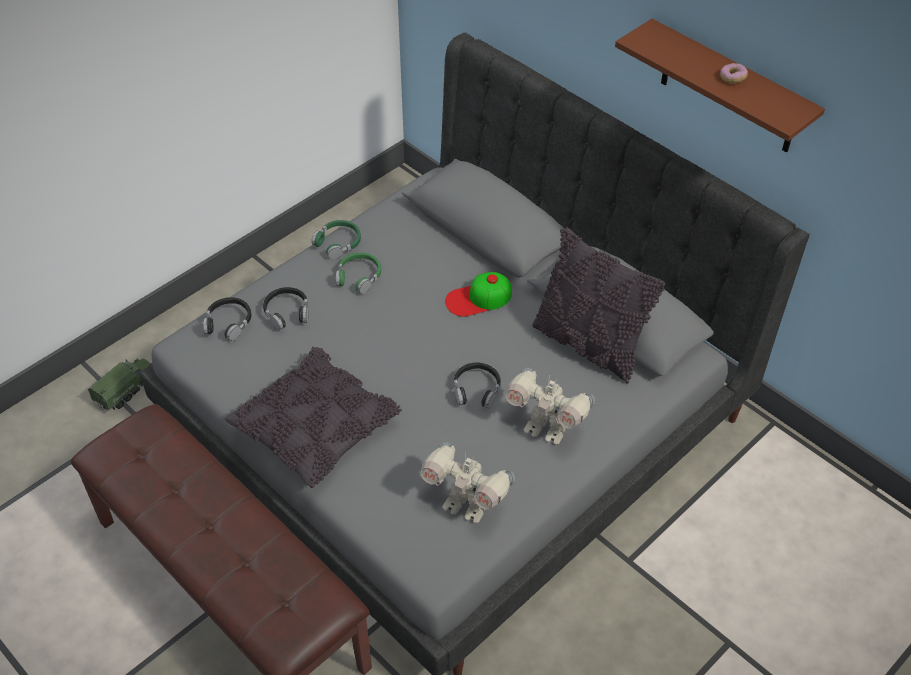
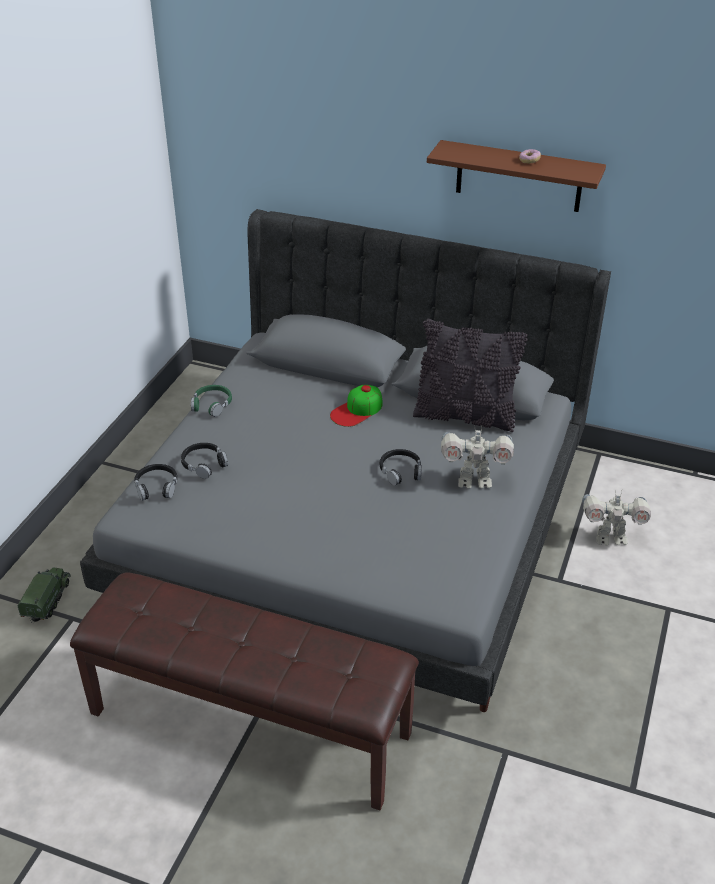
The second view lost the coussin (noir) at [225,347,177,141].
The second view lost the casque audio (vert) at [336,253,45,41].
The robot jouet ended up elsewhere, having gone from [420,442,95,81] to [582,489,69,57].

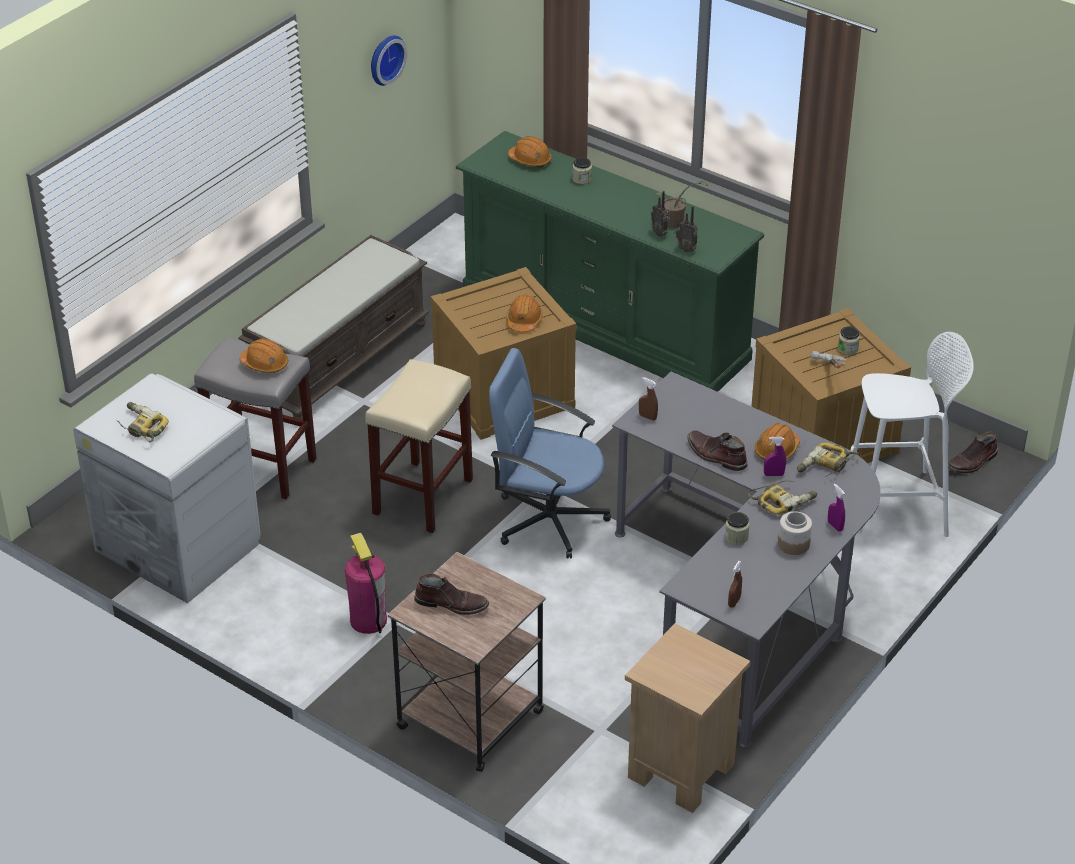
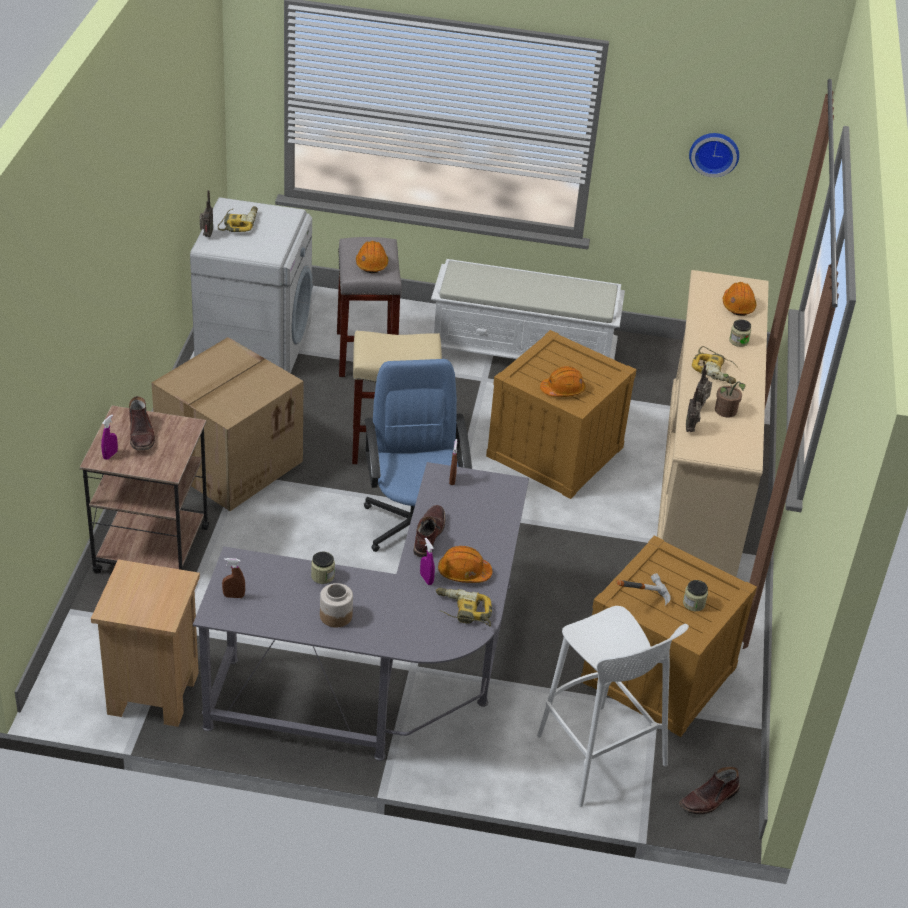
The second view gained the radio at [200,190,13,47].
The perceuse ended up elsewhere, having gone from [747,480,71,34] to [692,346,46,38].
The vaporisateur (violet) ended up elsewhere, having gone from [828,484,17,48] to [101,415,17,45].
Where the extincteur stood at [345,533,42,101], the carton came to stand at [152,337,152,174].
What was the banc (marron) at [239,235,190,185] turned into the banc (blanc) at [431,259,194,101].
What was the meuble de rangement (vert) at [456,131,308,261] turned into the meuble de rangement (beige) at [657,270,112,307].
The botte (marron) at [948,432,50,41] ended up facing another way, 60 degrees counterclockwise from before.

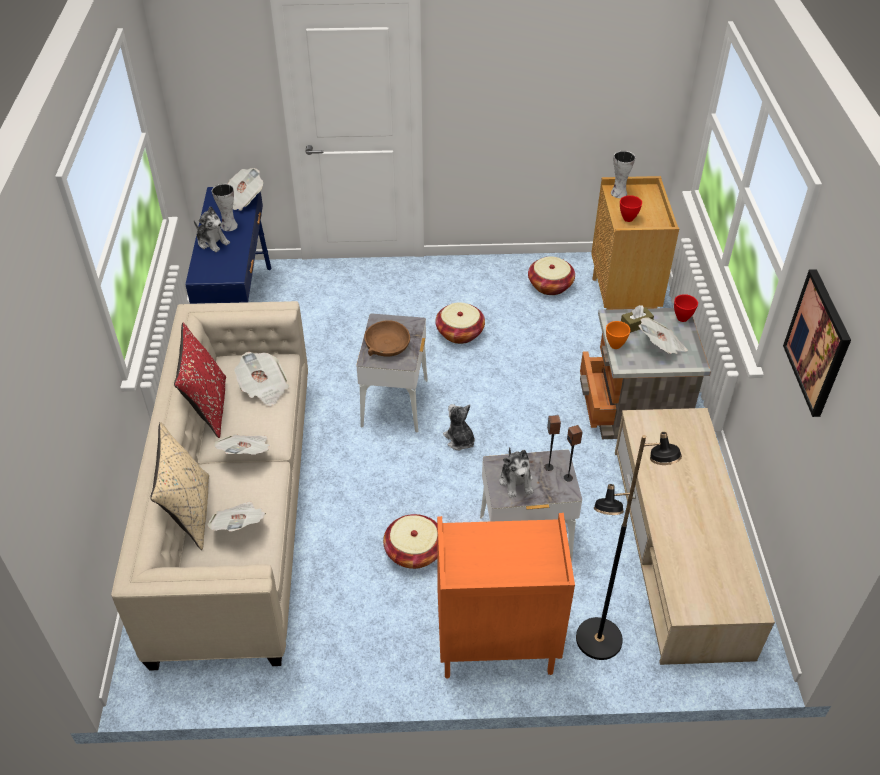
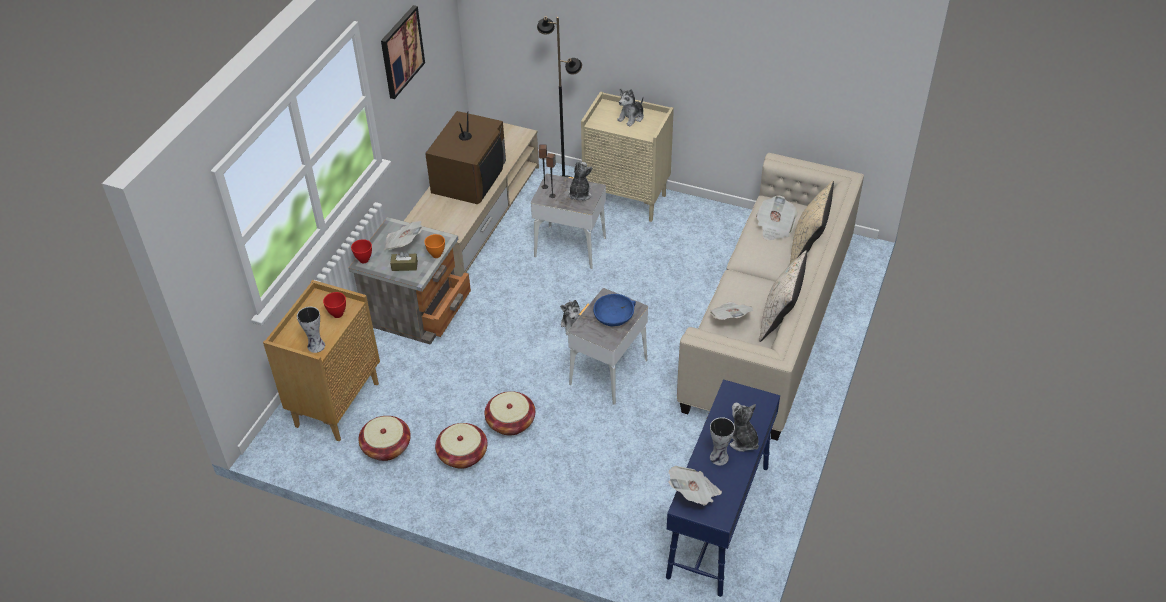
The second view lost the journal at [214,434,56,21].
The second view gained the téléviseur at [425,111,81,93].
The second view gained the peluche at [617,88,27,38].
The panier ended up elsewhere, having gone from [383,514,54,55] to [435,423,52,46].
What was the coussin (rouge) at [174,323,52,115] turned into the coussin (beige) at [759,250,48,92].
What was the bol (marron) at [364,320,46,36] turned into the bol (bleu) at [593,294,43,32].
What was the meuble de rangement (orange) at [437,513,138,166] turned into the meuble de rangement (beige) at [581,92,93,130].

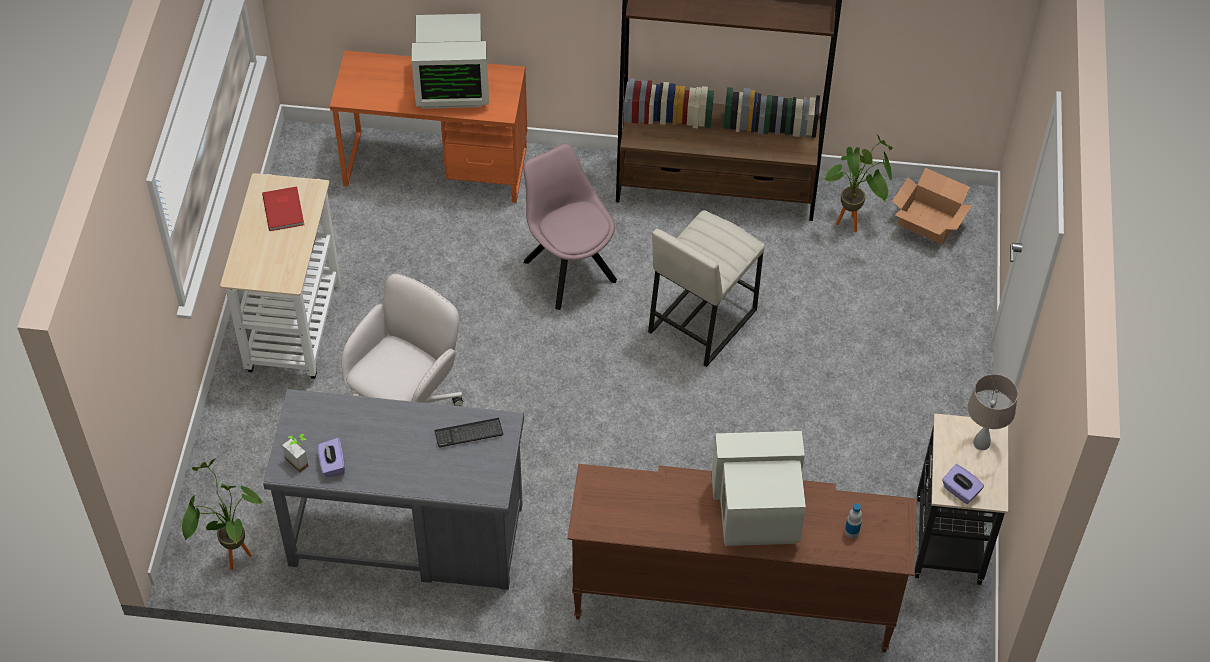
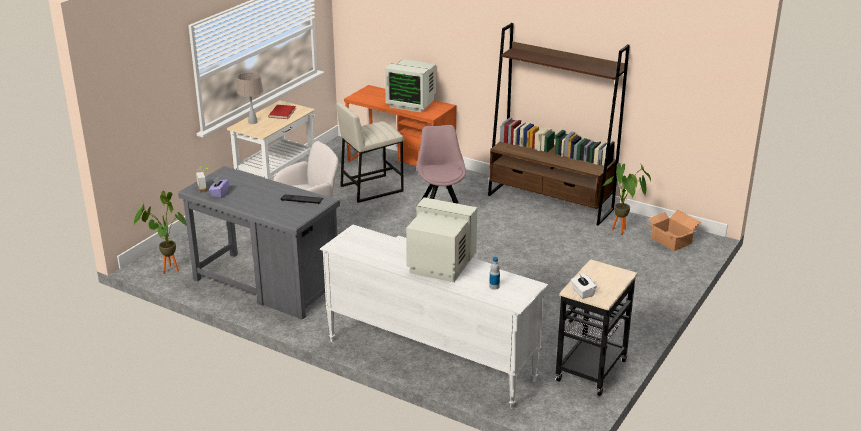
The tabouret (beige) ended up elsewhere, having gone from [648,210,117,157] to [336,102,68,101].
The lampe de table (beige) ended up elsewhere, having gone from [967,374,51,76] to [237,72,26,52].
What was the meuble de rangement (marron) at [567,464,350,189] turned into the meuble de rangement (blanc) at [320,225,228,184].
What was the boîte à mouchoirs (violet) at [942,464,42,40] turned into the boîte à mouchoirs (blanc) at [571,274,25,24].

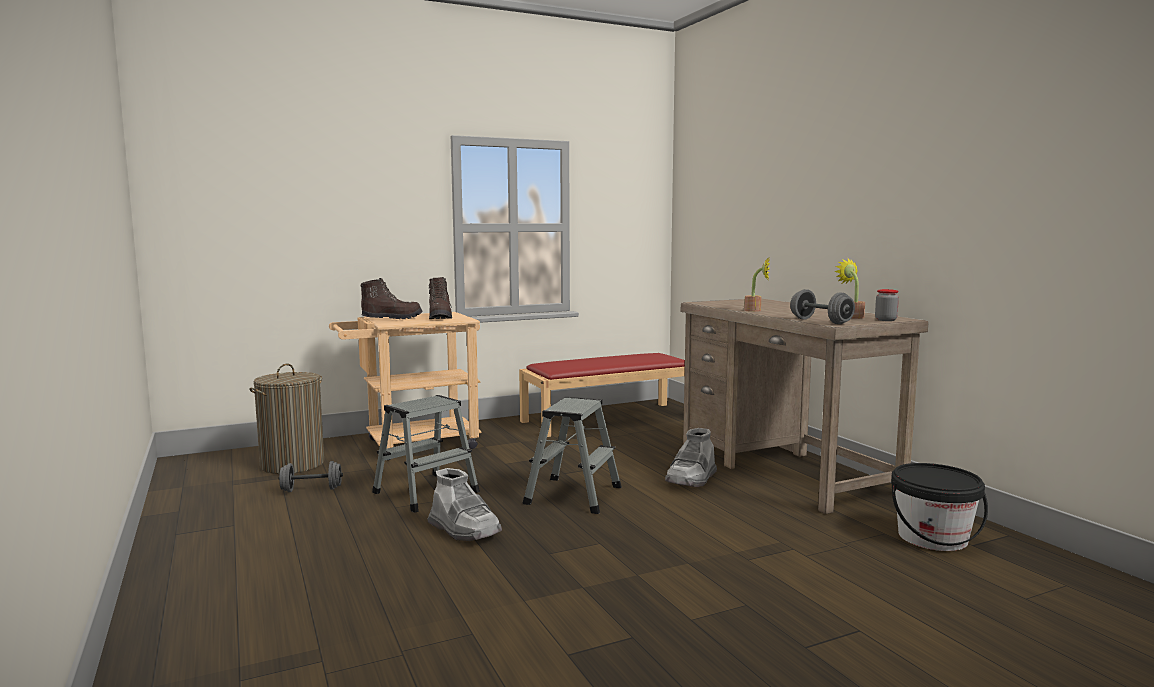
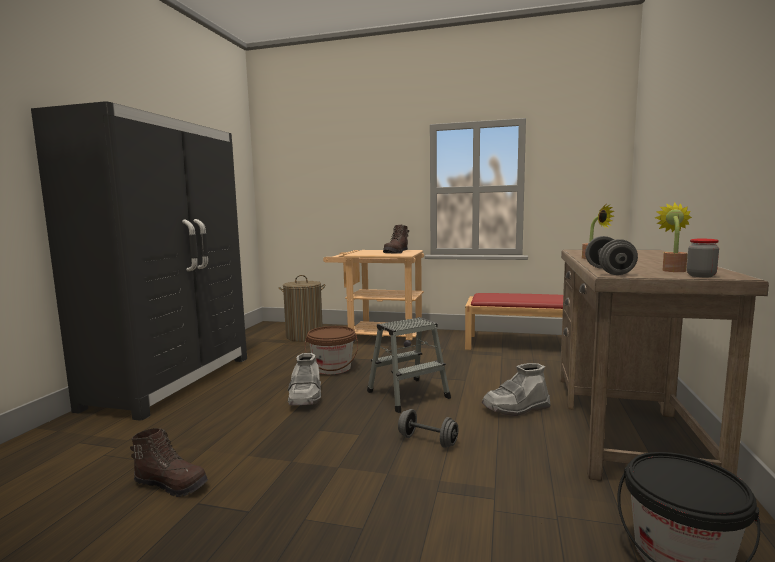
The second view gained the meuble de rangement (noir) at [31,101,216,320].
The haltère (gris) ended up elsewhere, having gone from [279,461,64,31] to [398,409,60,39].
The botte (marron) ended up elsewhere, having gone from [360,278,62,41] to [130,428,78,69].
Where the escabeau (gris) stood at [372,395,108,118], the seau (marron) came to stand at [305,326,53,48].

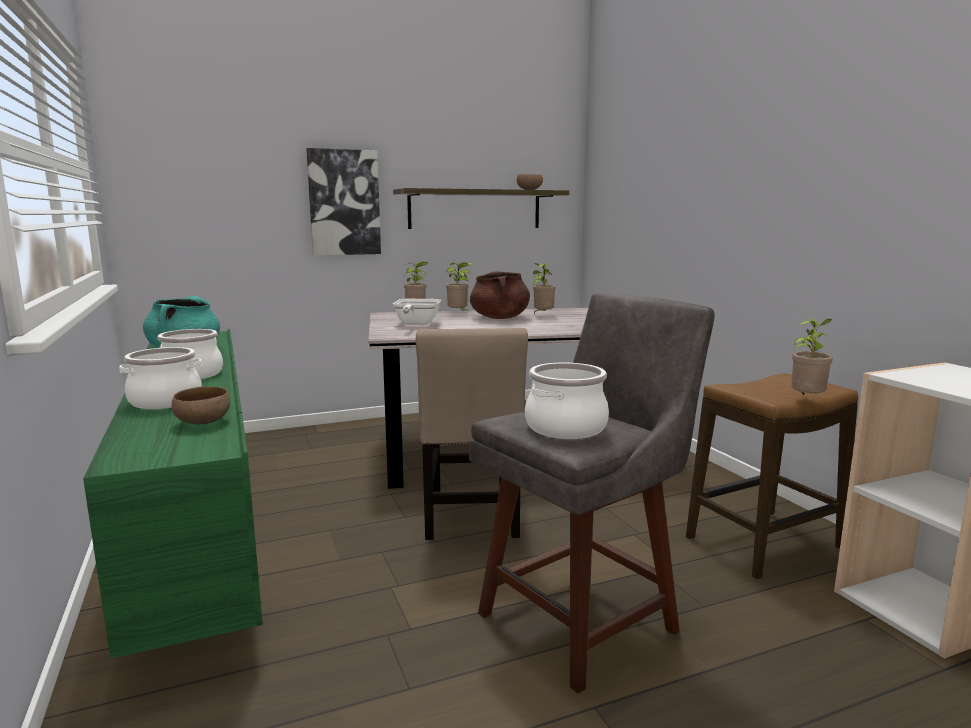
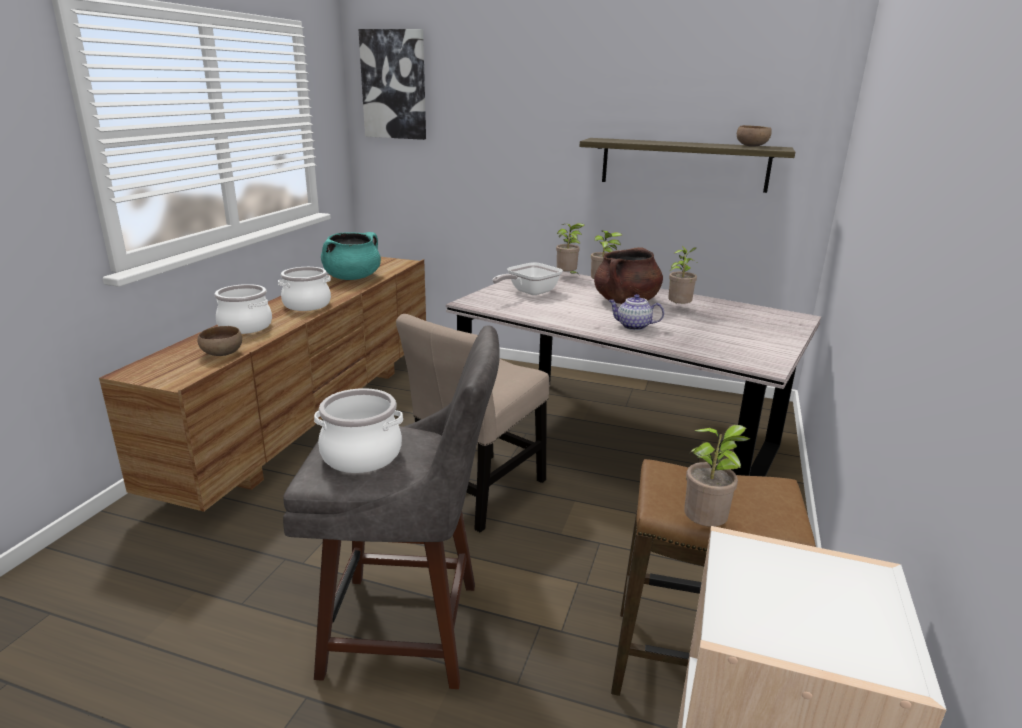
The second view gained the théière at [608,294,56,36].
The tableau ended up elsewhere, having gone from [307,148,74,108] to [358,29,68,111].
What was the meuble de rangement (vert) at [83,329,180,330] turned into the meuble de rangement (marron) at [99,257,327,255].

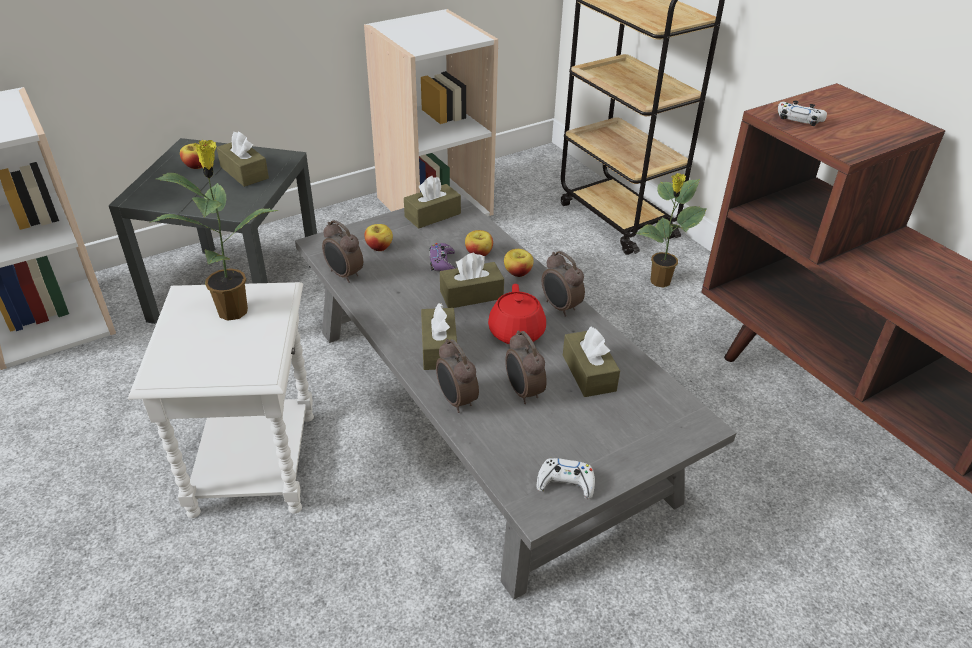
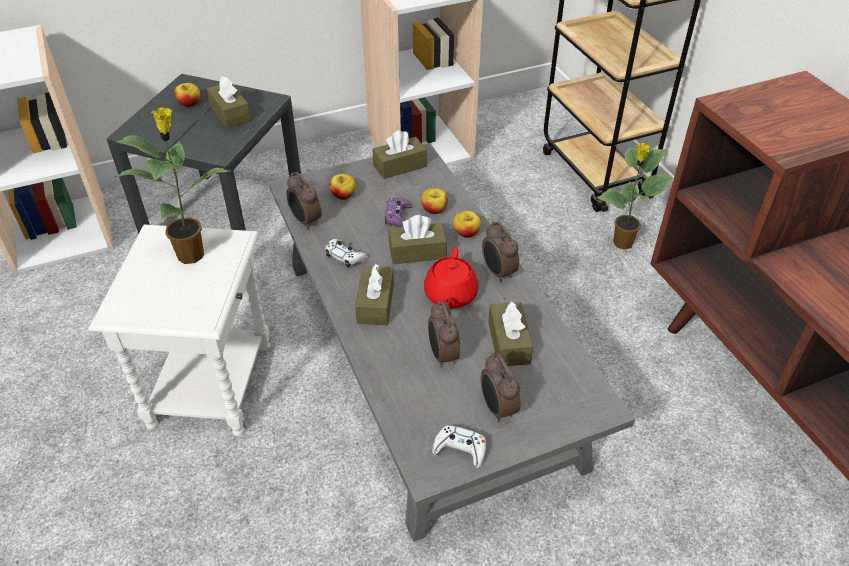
The réveil ended up elsewhere, having gone from [436,339,43,74] to [481,352,40,71].
The manette (blanc) ended up elsewhere, having gone from [778,101,49,25] to [325,239,43,29].

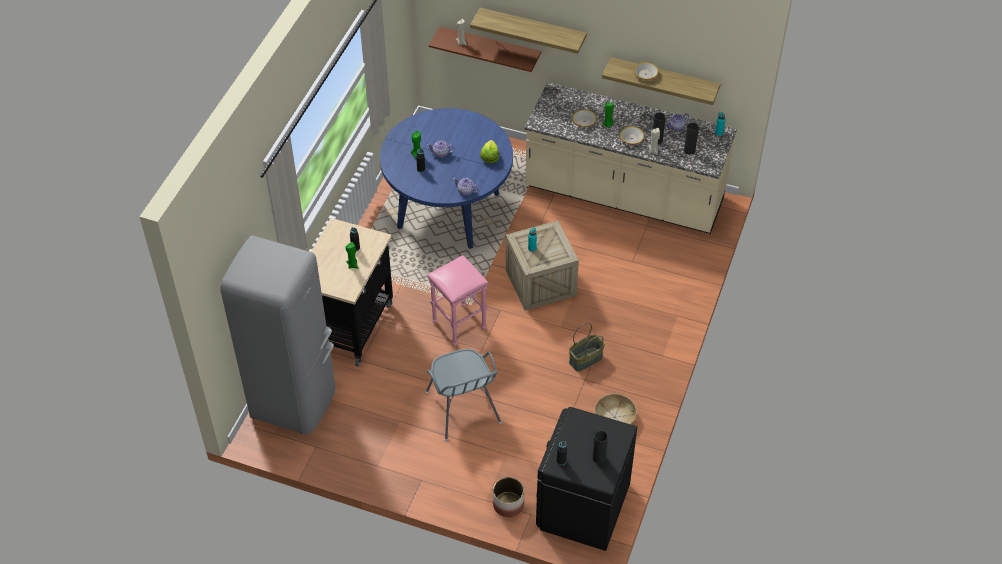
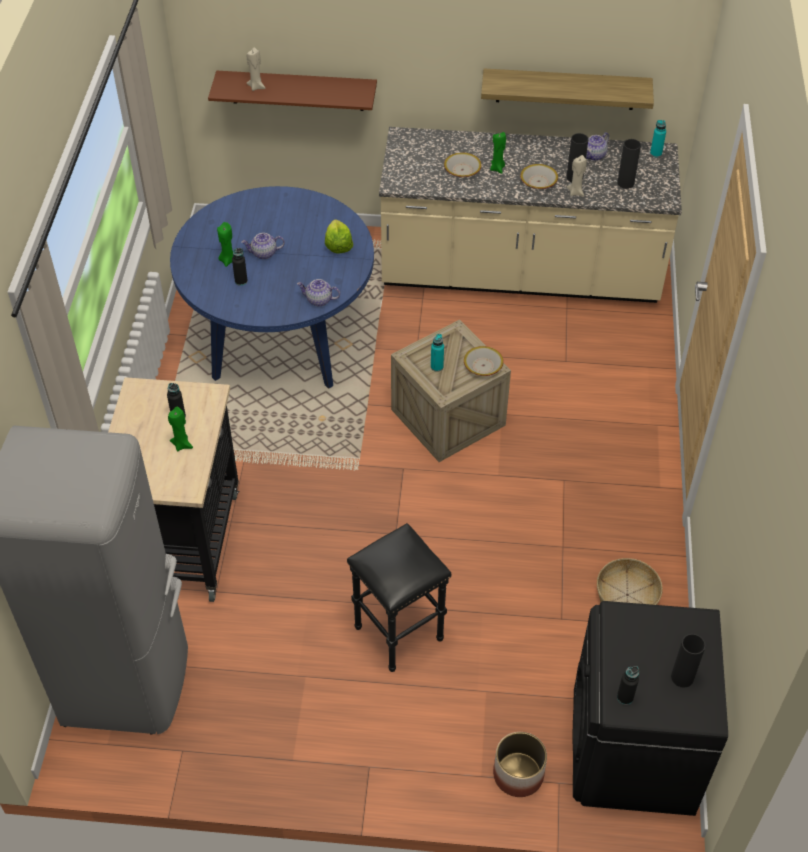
The second view lost the tabouret (rose) at [427,255,61,91].
The second view lost the étagère at [470,8,117,46].
The second view lost the panier at [569,323,36,48].
The bol ended up elsewhere, having gone from [633,62,26,18] to [464,346,39,30].
Where the chaise (gris) stood at [426,349,76,92], the tabouret (noir) came to stand at [347,523,105,149].

